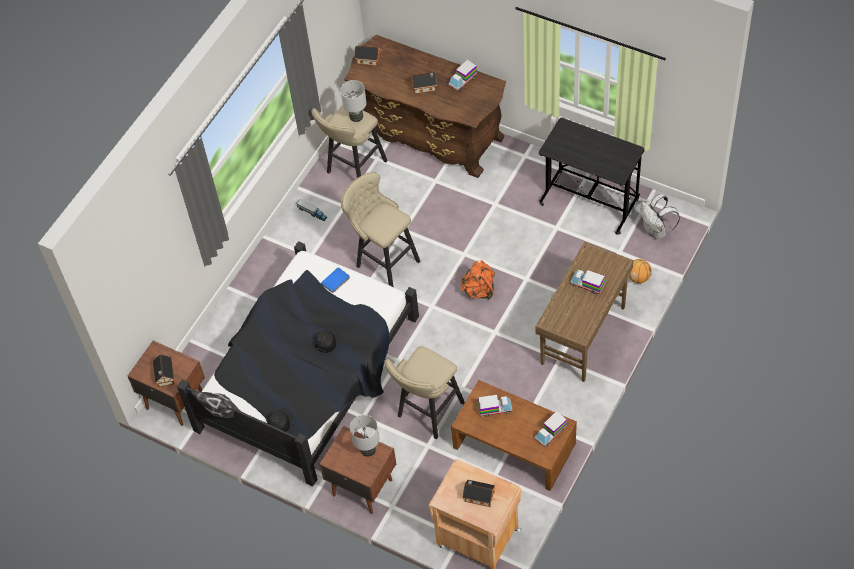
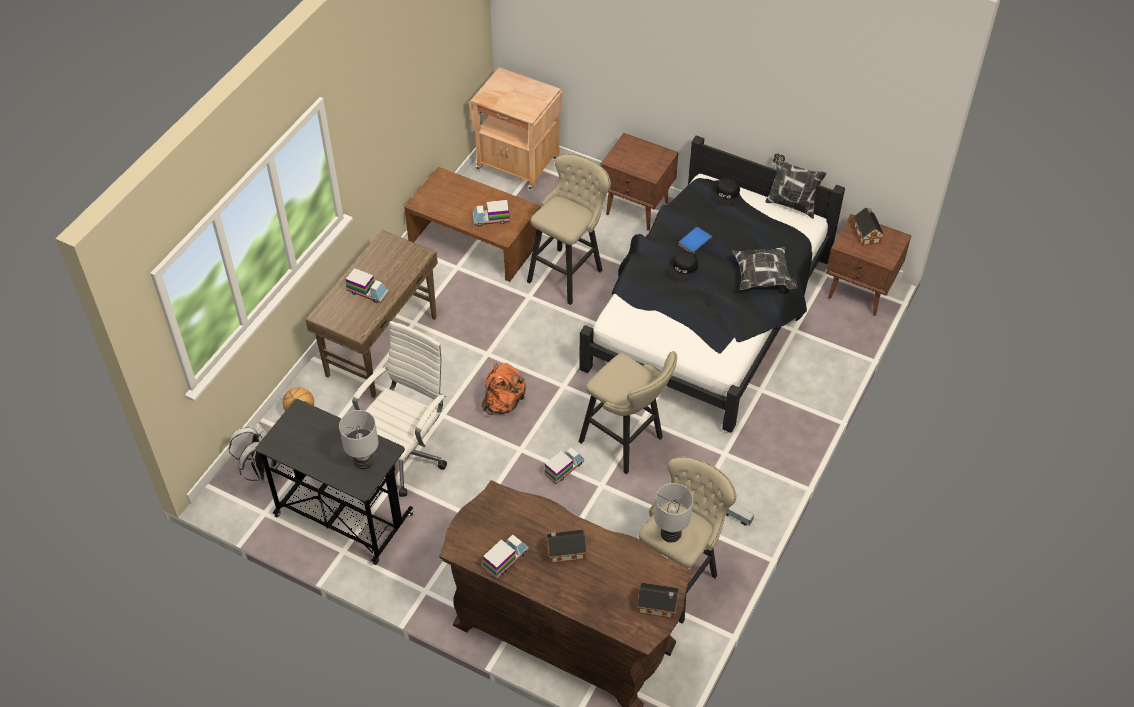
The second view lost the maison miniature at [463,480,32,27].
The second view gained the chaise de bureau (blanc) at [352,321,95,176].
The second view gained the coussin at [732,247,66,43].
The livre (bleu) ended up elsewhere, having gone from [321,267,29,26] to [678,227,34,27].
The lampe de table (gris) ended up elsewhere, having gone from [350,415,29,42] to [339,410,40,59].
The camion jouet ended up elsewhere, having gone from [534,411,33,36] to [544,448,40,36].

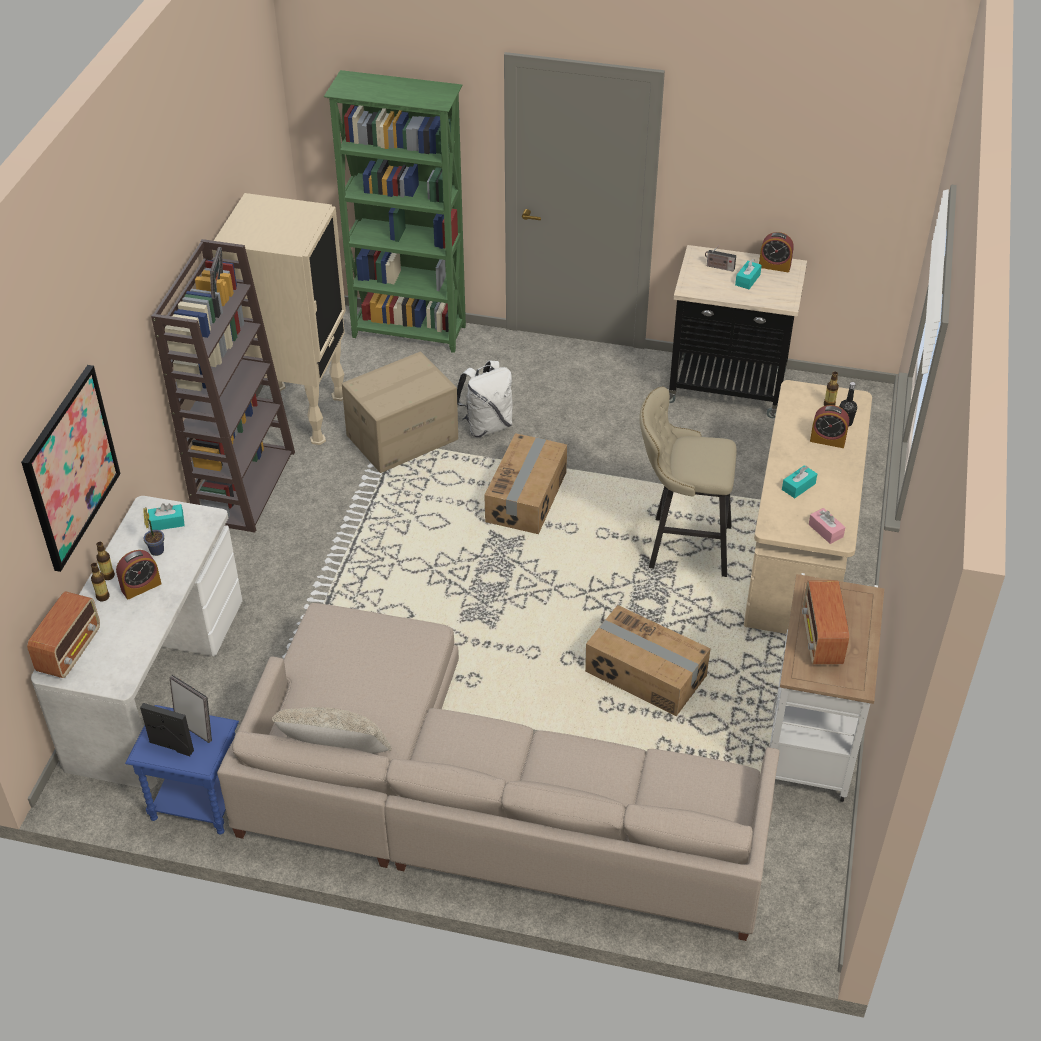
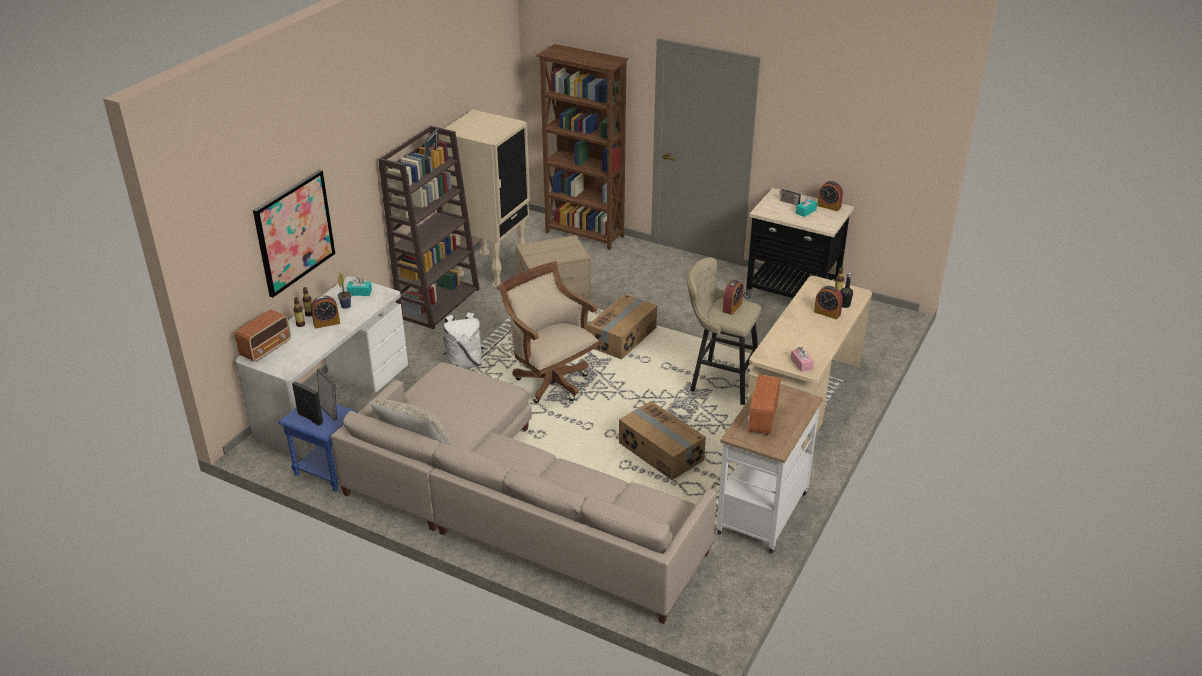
The second view lost the boîte à mouchoirs (turquoise) at [782,465,35,33].
The second view gained the chaise de bureau at [497,261,102,142].
The second view gained the réveil at [722,280,21,35].
The sac à dos (blanc) ended up elsewhere, having gone from [457,361,56,76] to [443,312,41,56].
What was the bibliothèque (vert) at [324,70,142,283] turned into the bibliothèque (marron) at [536,44,93,206].

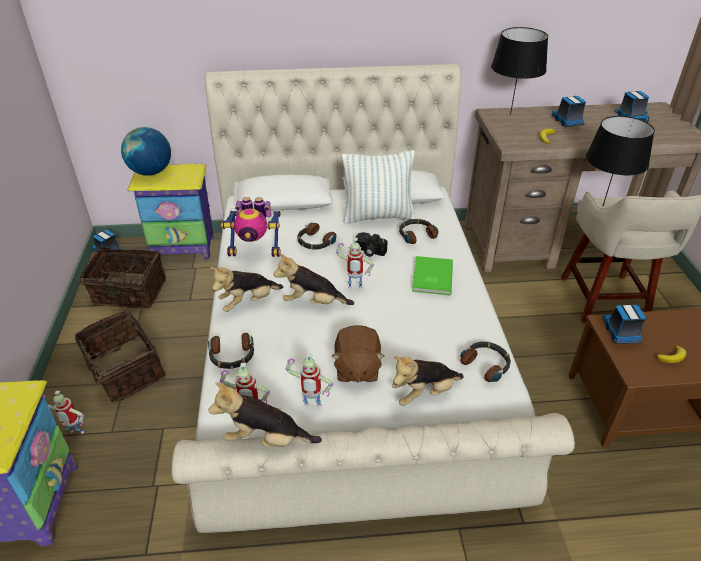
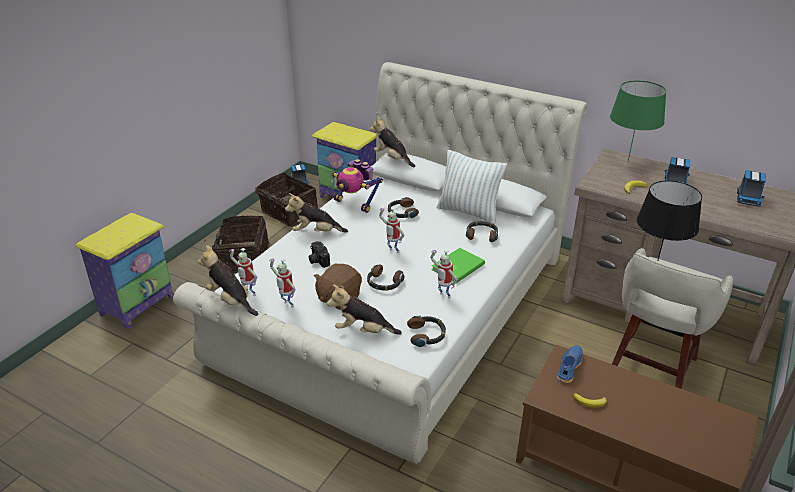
The second view lost the globe at [121,127,50,49].
The robot jouet ended up elsewhere, having gone from [42,391,42,43] to [430,250,28,48].
The casque audio ended up elsewhere, having gone from [208,333,46,36] to [367,264,37,27].
The peluche ended up elsewhere, having gone from [273,254,81,51] to [370,116,45,51].
The appareil photo ended up elsewhere, having gone from [356,232,31,25] to [309,241,21,27].
Where the camion jouet stood at [602,305,44,39], the chaussure (bleu) came to stand at [557,345,26,38].
What was the lampe de table (noir) at [491,27,57,88] turned into the lampe de table (vert) at [610,81,57,80].

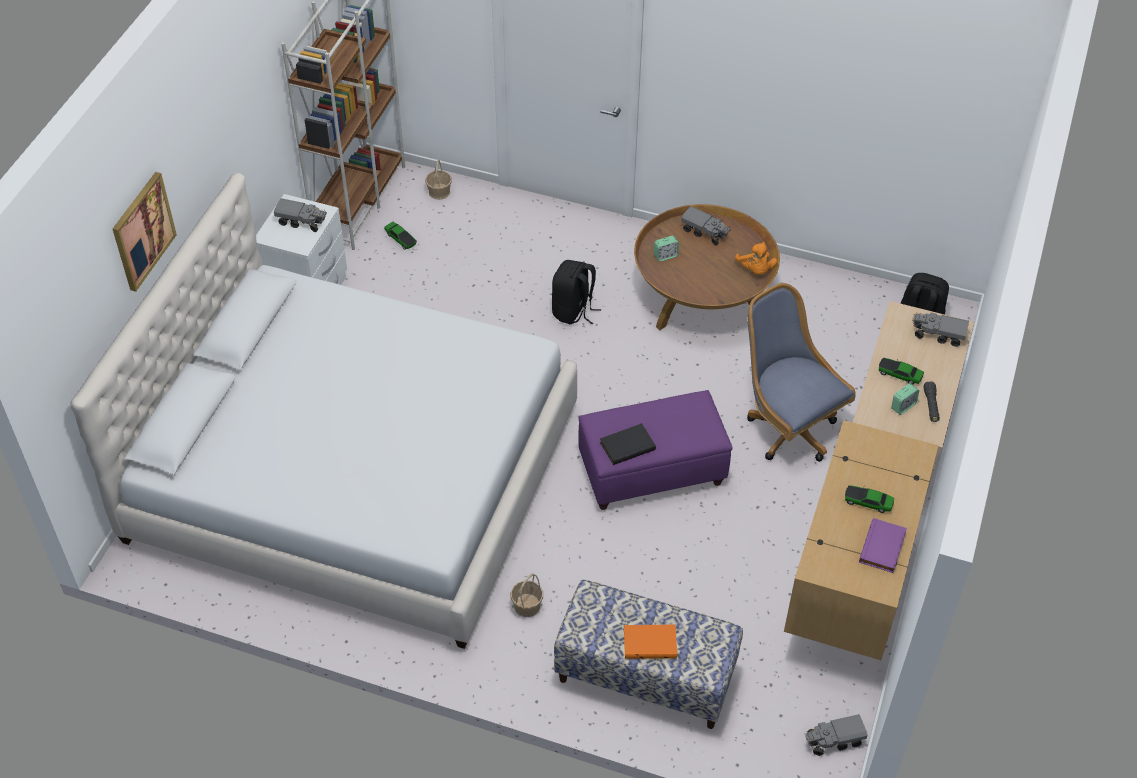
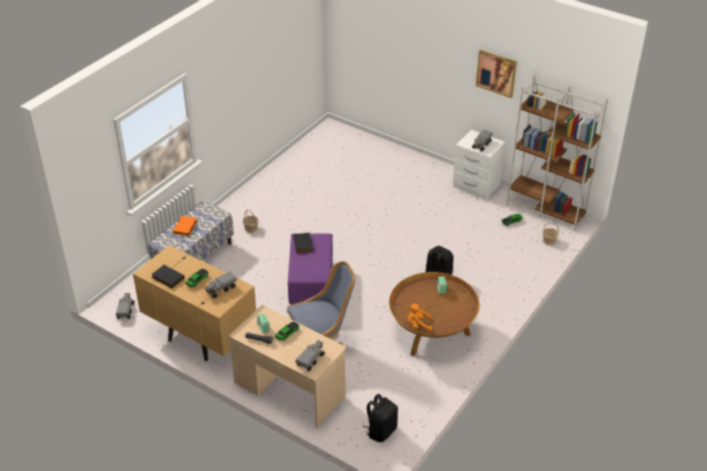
The second view lost the lit (blanc) at [70,173,507,476].
The tableau ended up elsewhere, having gone from [113,172,64,120] to [476,50,41,48].
The camion jouet ended up elsewhere, having gone from [681,206,49,39] to [204,271,33,27].
What was the livre (violet) at [859,518,48,55] turned into the livre (noir) at [151,265,34,23].

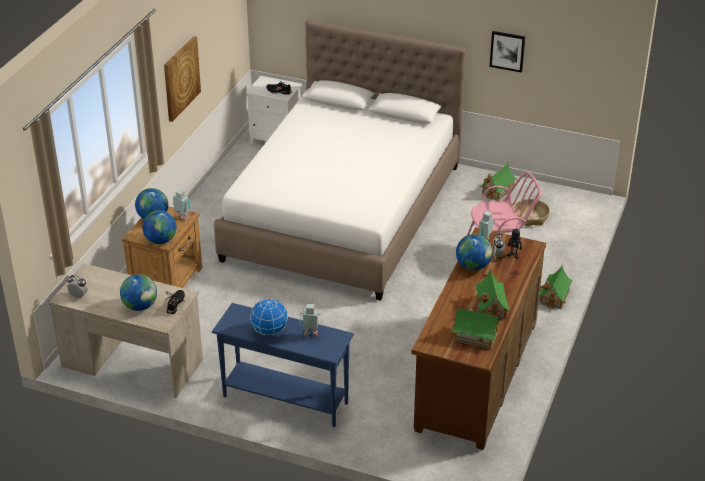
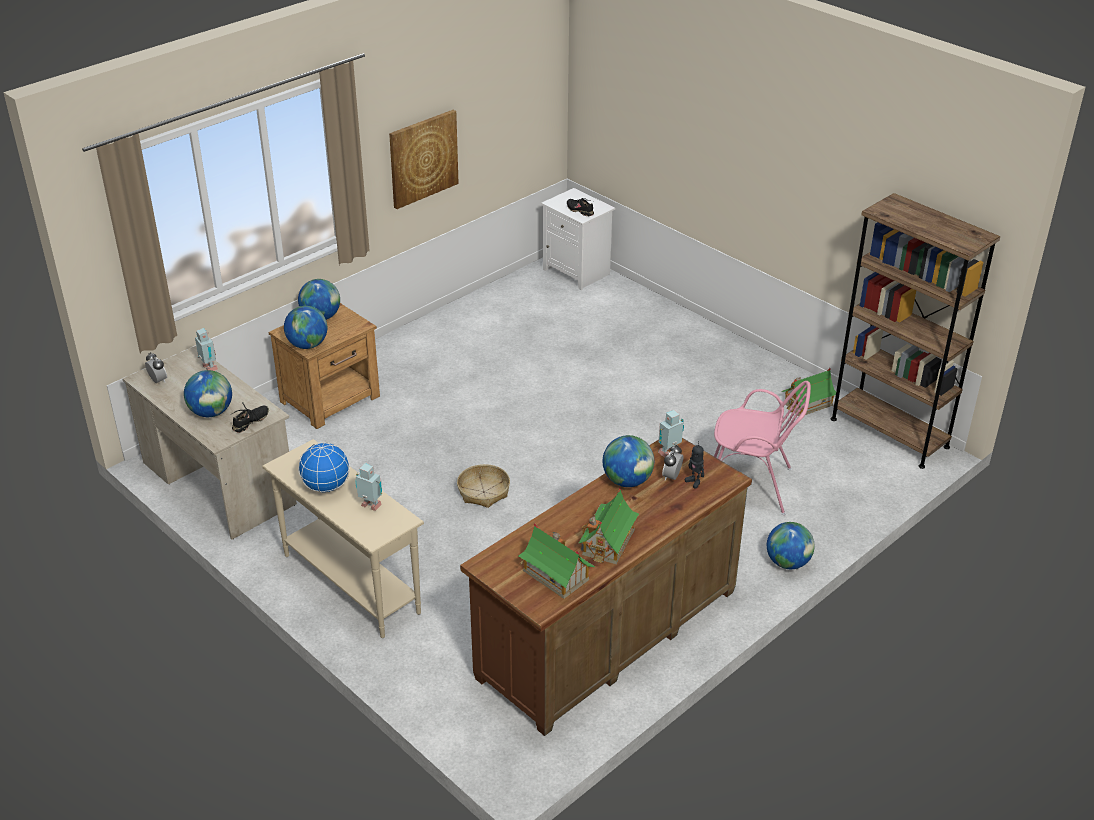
The second view lost the lit (blanc) at [214,20,251,281].
The second view lost the tableau at [490,31,35,42].
The second view gained the bibliothèque (marron) at [831,193,169,276].
The robot jouet ended up elsewhere, having gone from [173,189,17,32] to [195,328,23,43].
The panier ended up elsewhere, having gone from [514,199,36,27] to [457,464,53,44].
Where the maison miniature stood at [539,266,34,43], the globe came to stand at [767,522,48,47].
What was the table console (bleu) at [212,303,142,124] turned into the table console (beige) at [262,439,162,199].

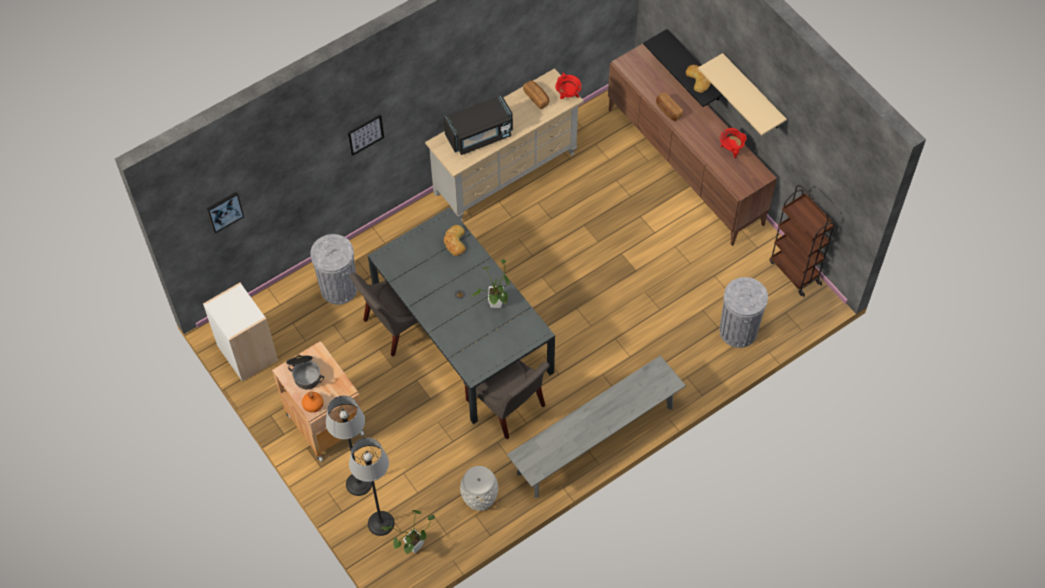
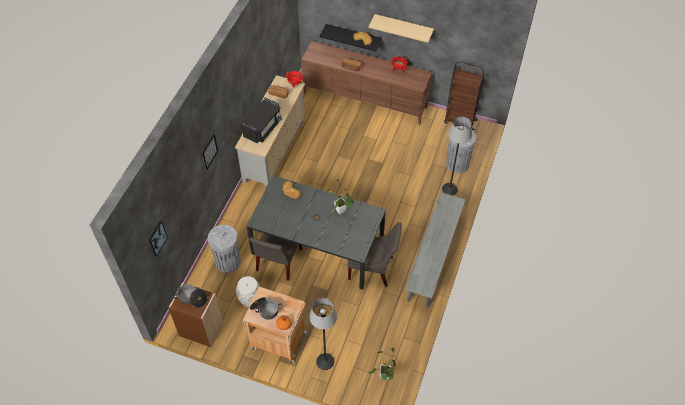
The second view gained the marmite at [173,284,34,24].
The lampadaire ended up elsewhere, having gone from [349,438,45,98] to [442,116,30,79].
The tabouret (blanc) ended up elsewhere, having gone from [460,466,38,45] to [236,276,24,31].
What was the bibliothèque (blanc) at [203,283,75,99] turned into the bibliothèque (marron) at [168,283,55,64].

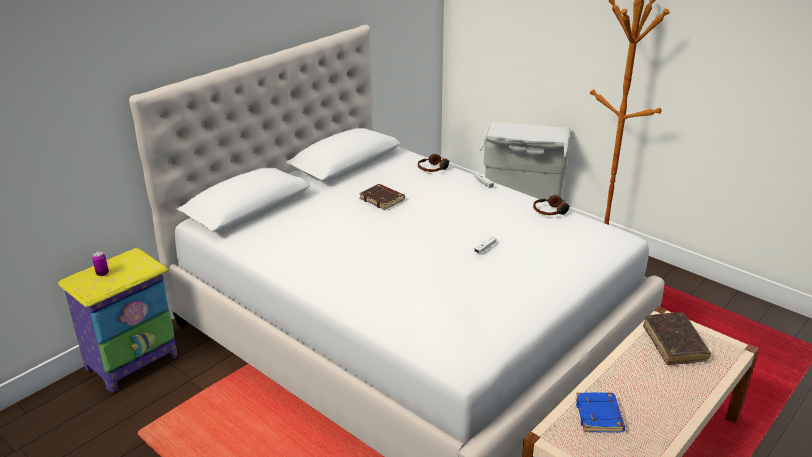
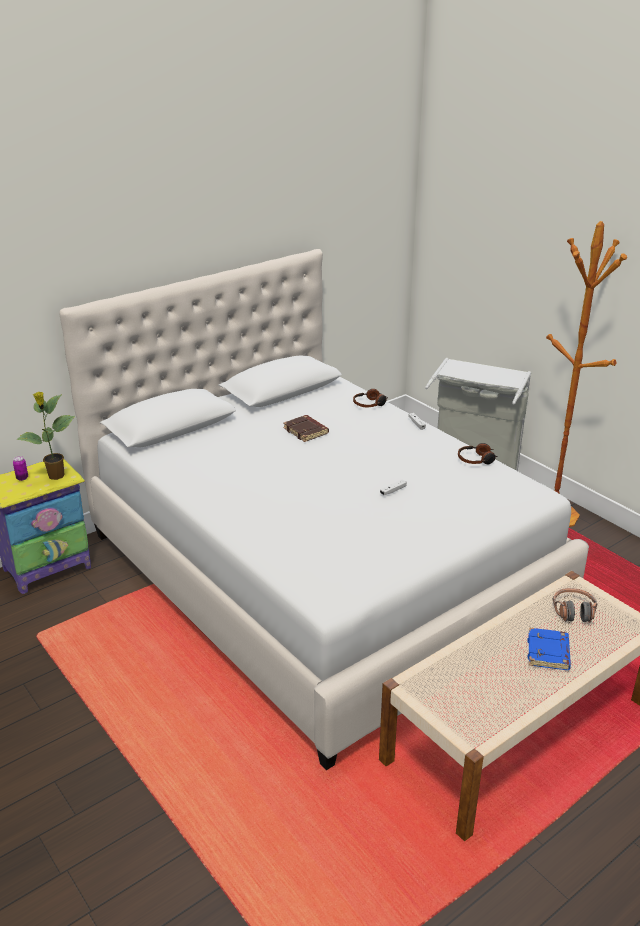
The second view gained the plante en pot at [16,392,59,88].
The livre (bleu) ended up elsewhere, having gone from [576,392,49,41] to [527,627,44,43].
Where the livre (marron) stood at [643,312,68,53], the casque audio came to stand at [553,588,44,35].

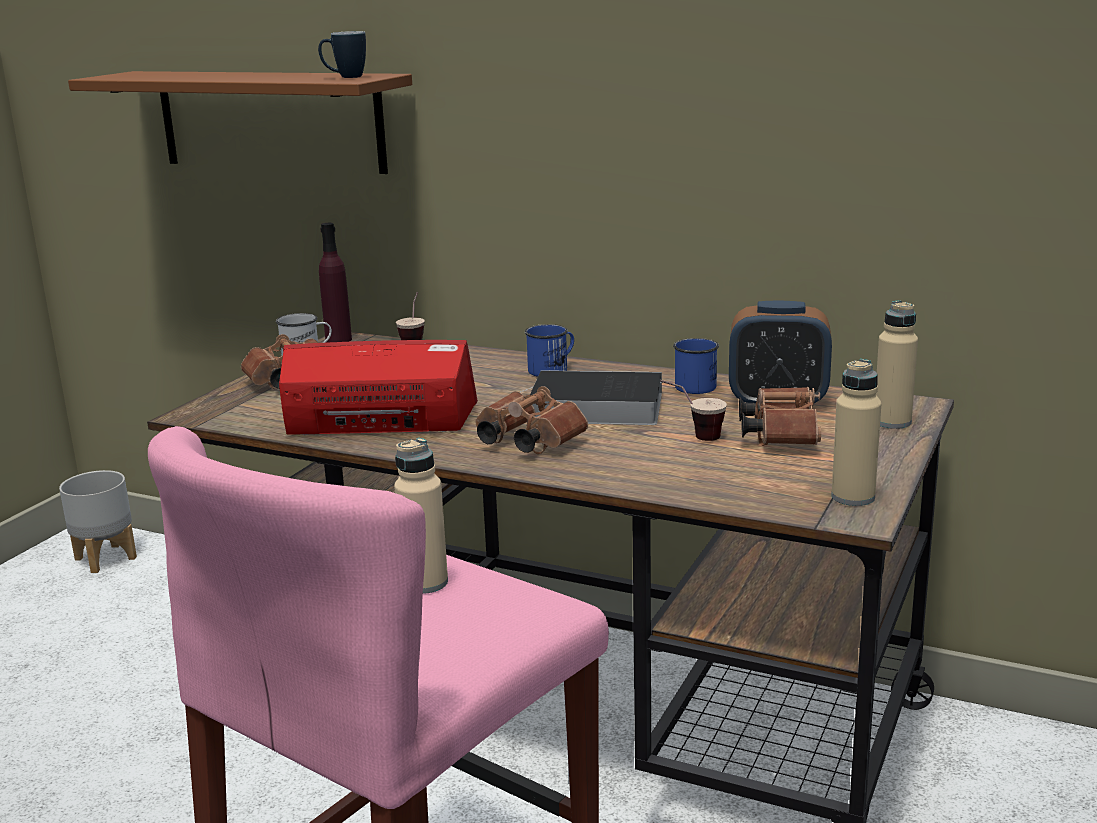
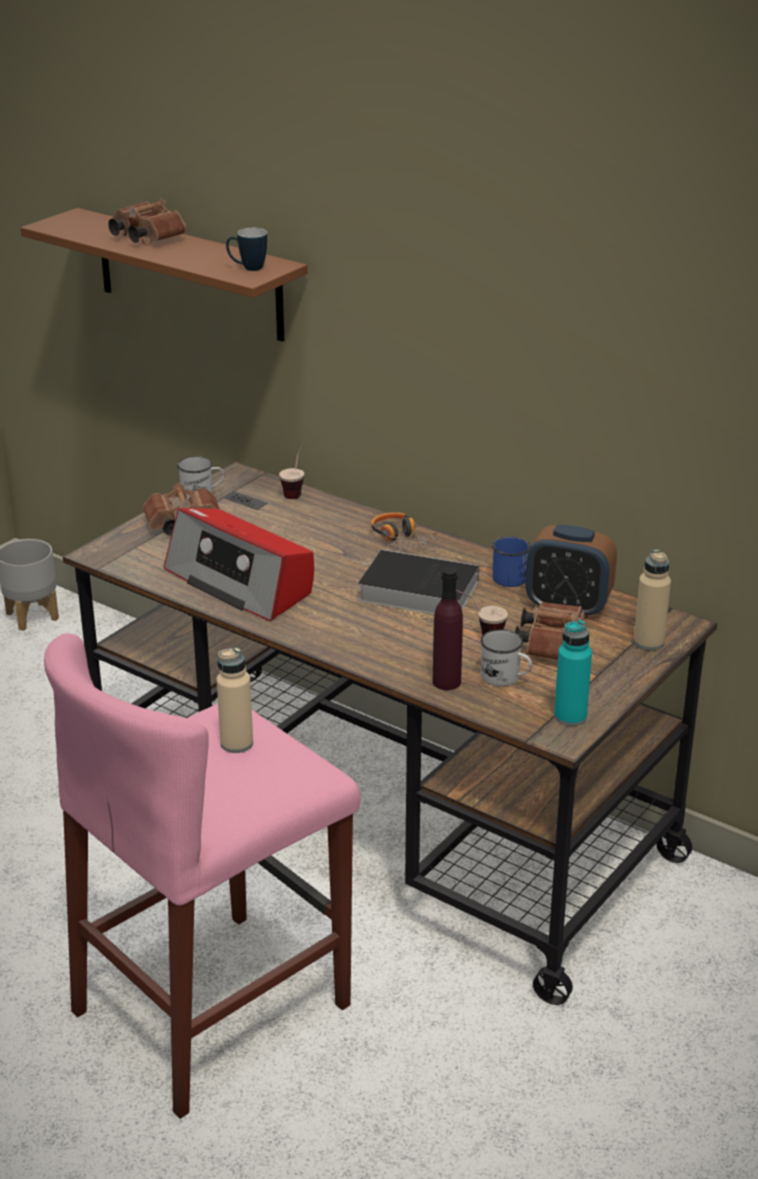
The second view gained the mug (blanc) at [480,629,52,57].
The bouteille (violet) ended up elsewhere, having gone from [319,223,33,120] to [432,568,31,122].
The jumelles (marron) ended up elsewhere, having gone from [475,386,113,68] to [108,198,78,48].
Where the mug (bleu) stood at [525,324,49,53], the casque audio came to stand at [371,512,68,40].
What was the bouteille (beige) at [831,359,50,147] turned into the bouteille (turquoise) at [554,620,38,106].
The radio at [279,340,199,95] ended up facing another way, 150 degrees counterclockwise from before.

